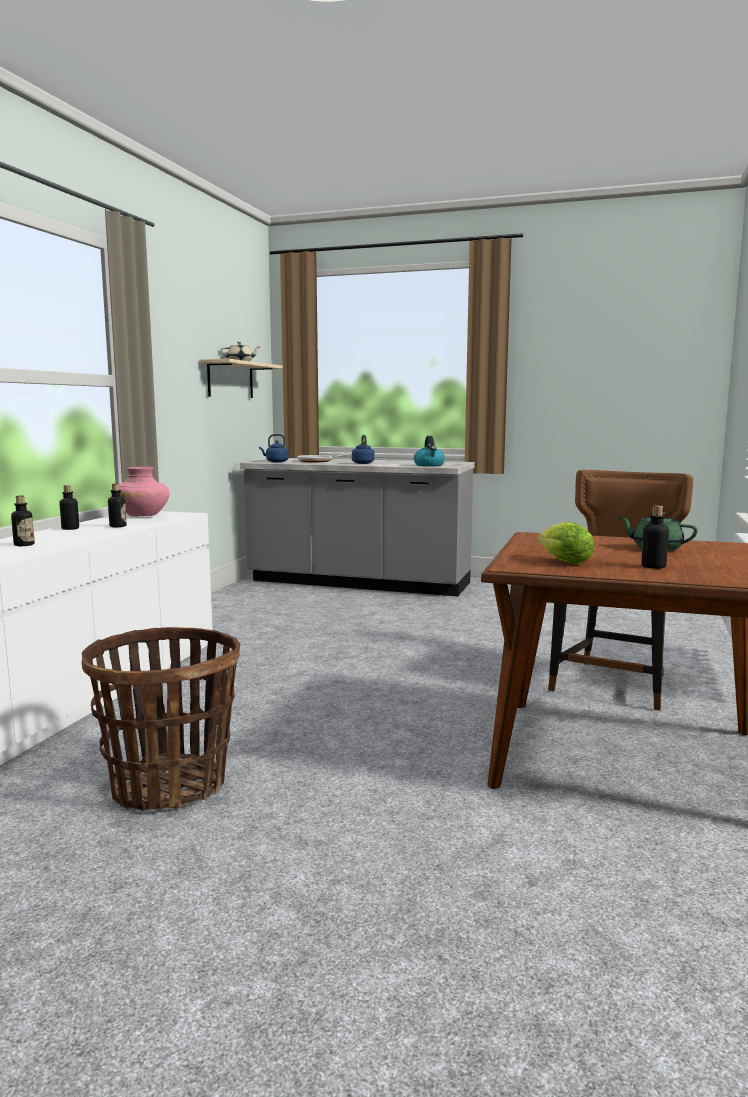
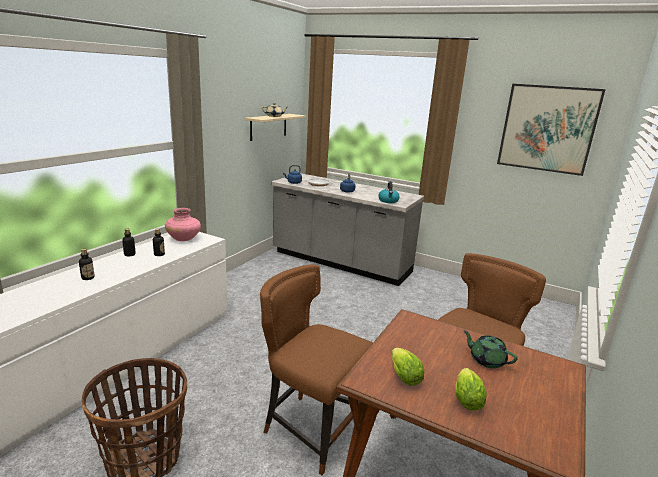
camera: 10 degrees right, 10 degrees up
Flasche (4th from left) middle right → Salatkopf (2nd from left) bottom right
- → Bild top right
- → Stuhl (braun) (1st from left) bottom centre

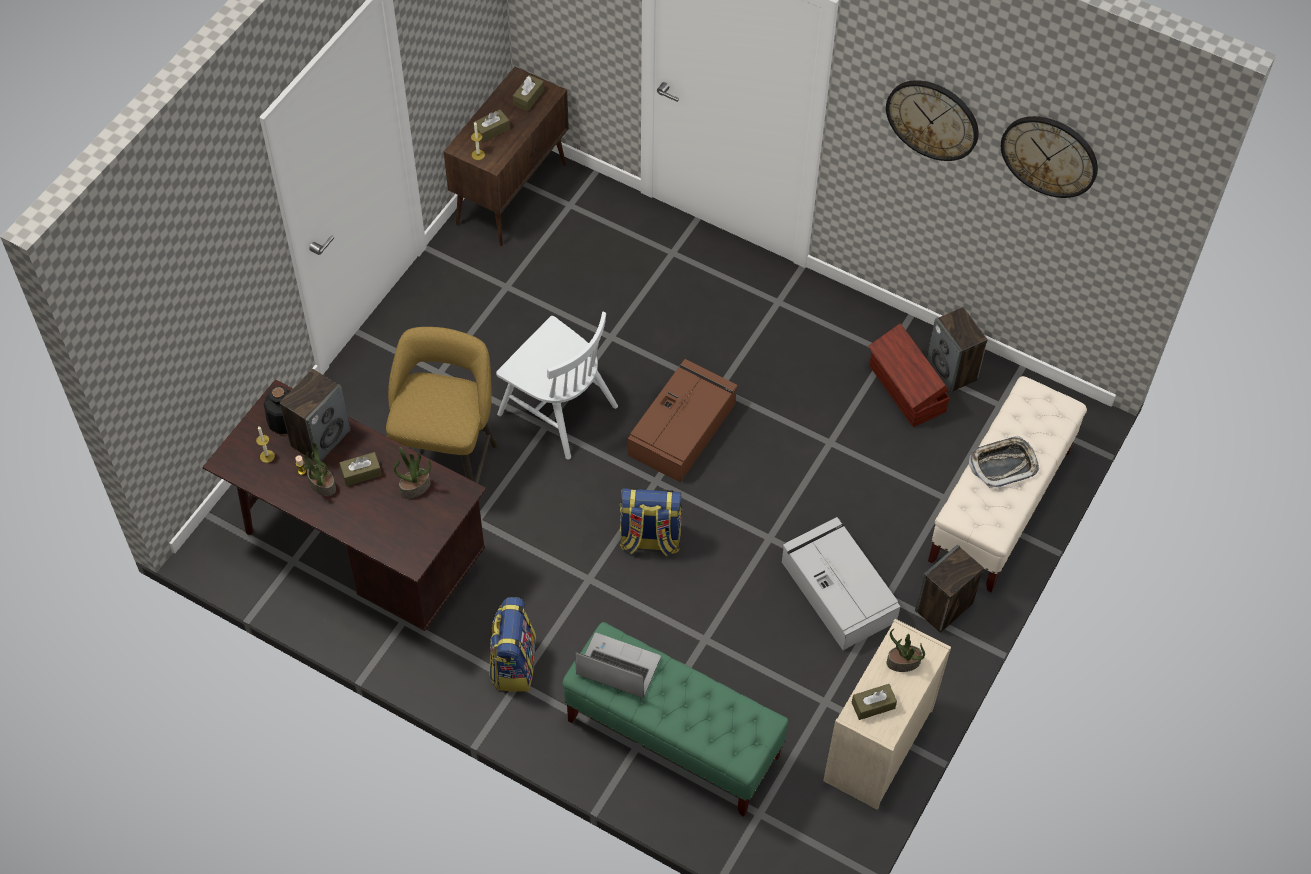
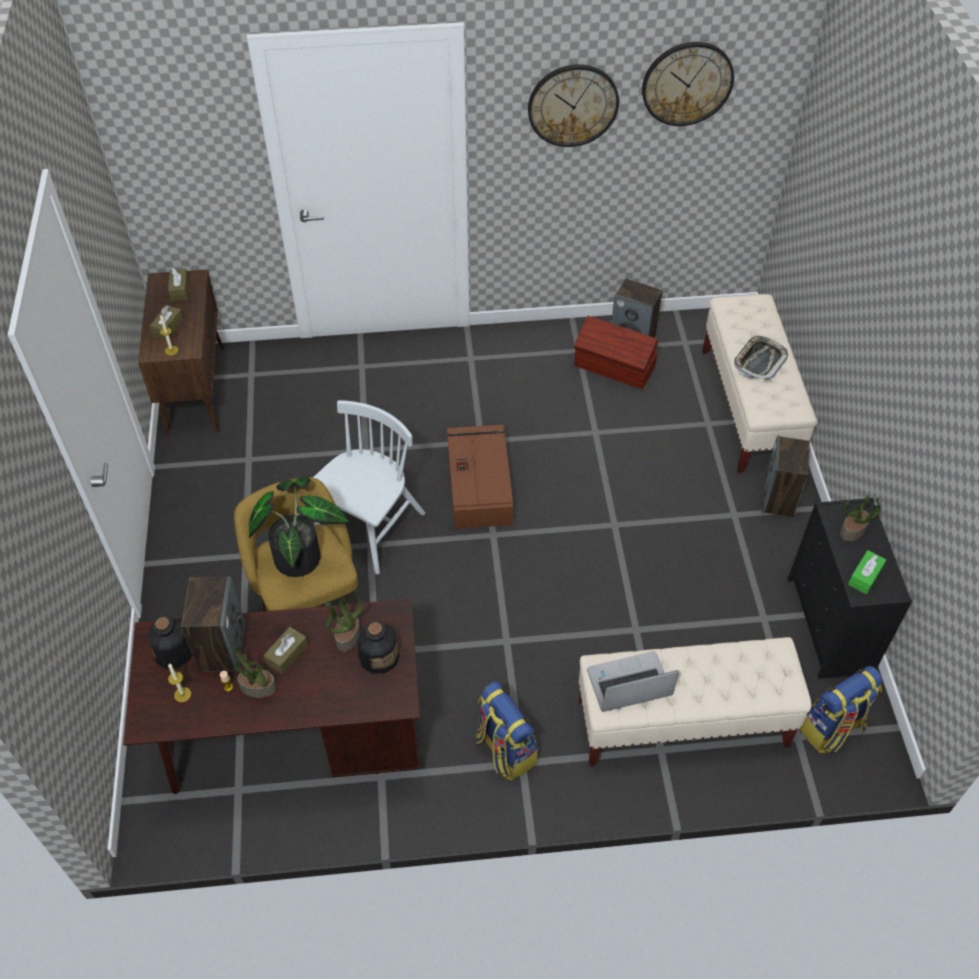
camera: 35 degrees left, 5 degrees down
Stuhl (weiß) centre, 60 degrees counterclockwise
Rucksack (2nd from left) centre → Rucksack (2nd from left) bottom right, move
Aufbewahrungsbox (grau) bottom centre → -
Kommode (beige) bottom right → Kommode (schwarz) middle right
Bank (grün) bottom centre → Bank (beige) (1st from left) bottom right
Taschentuchbox (braun) (4th from left) bottom right → Taschentuchbox (grün) middle right
- → Topfpflanze (2nd from left) middle left
- → Flasche (2nd from left) centre

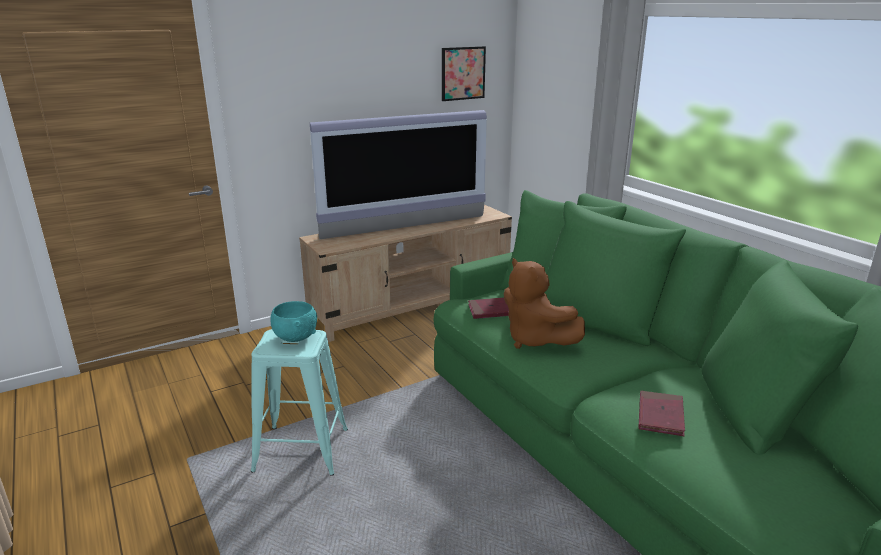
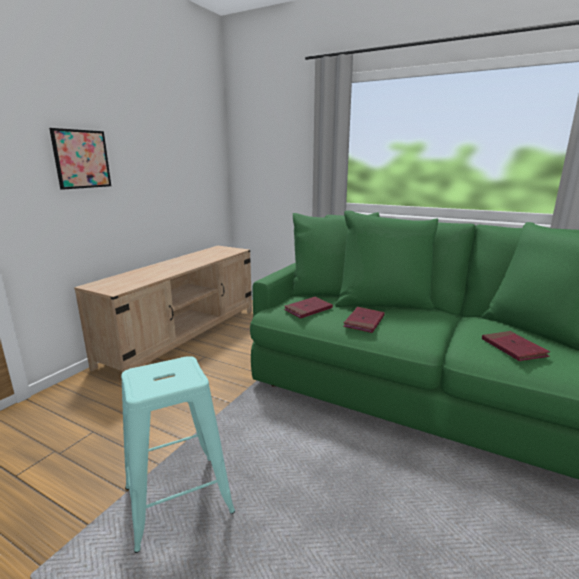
camera: 30 degrees left, 5 degrees down
Bild top centre → Bild top left, move
Fernseher top centre → -
Plüschtier (braun) centre → Buch (rot) (2nd from left) centre
Schüssel (türkis) middle left → -

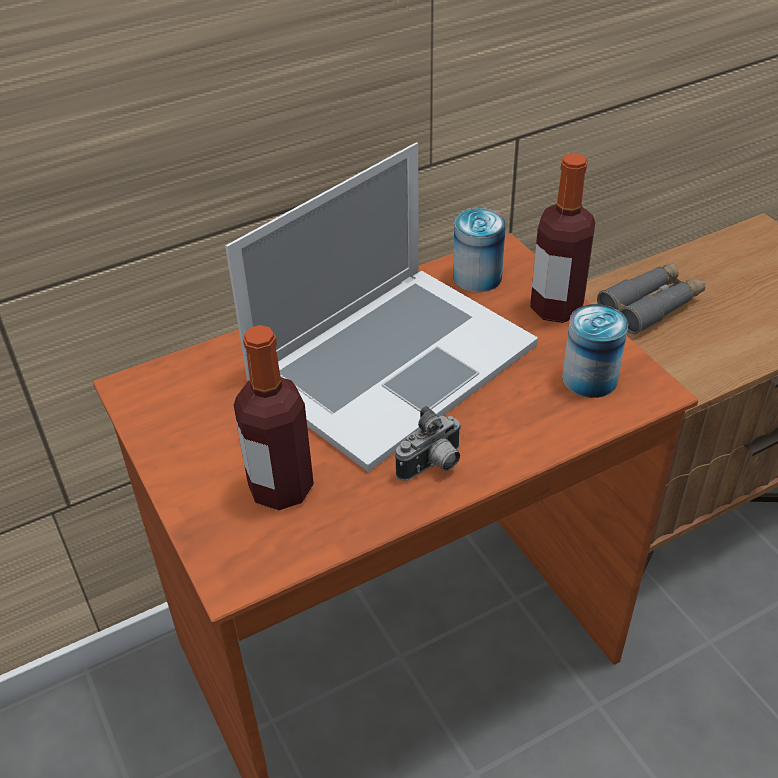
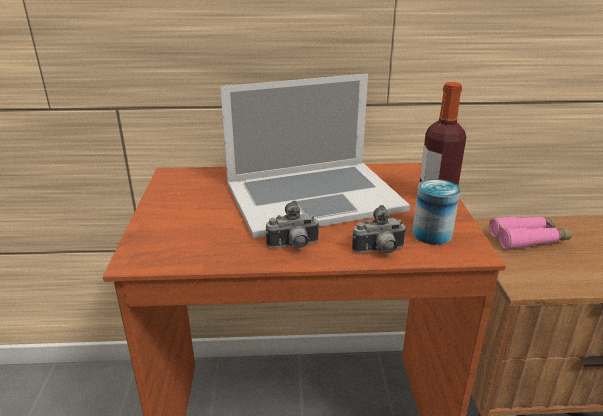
camera: 25 degrees right, 15 degrees down
Dose (1st from left) top centre → -
Fernglas (grau) middle right → Fernglas (rosa) middle right
Flasche (1st from left) centre → -
- → Kamera (2nd from left) centre

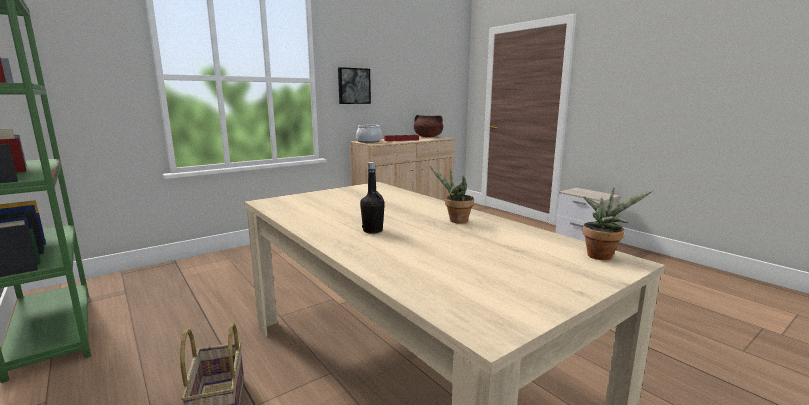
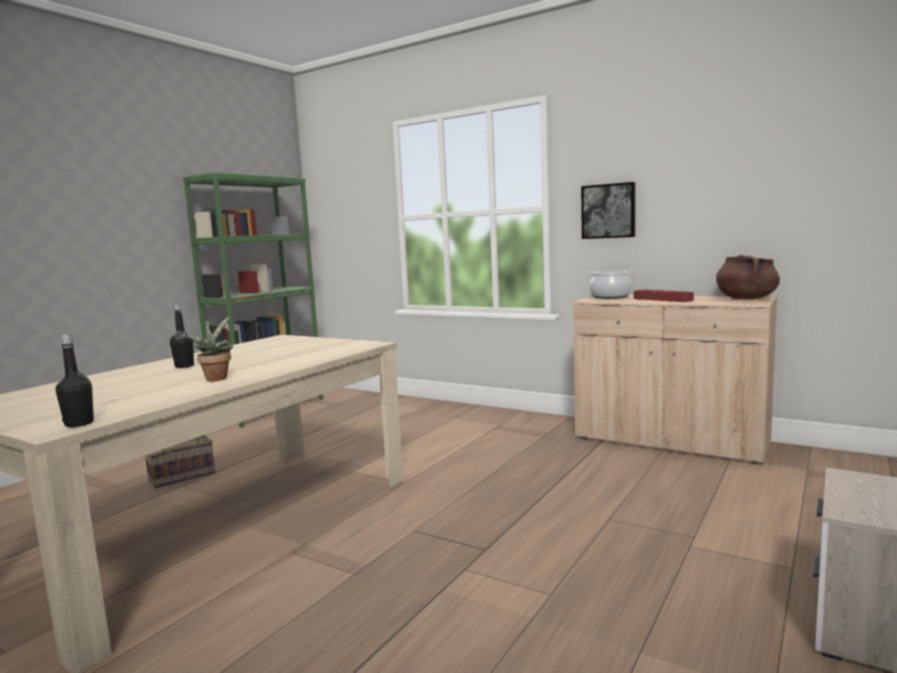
camera: 70 degrees right, 5 degrees down
Topfpflanze (2nd from left) middle right → Flasche (schwarz) (1st from left) middle left

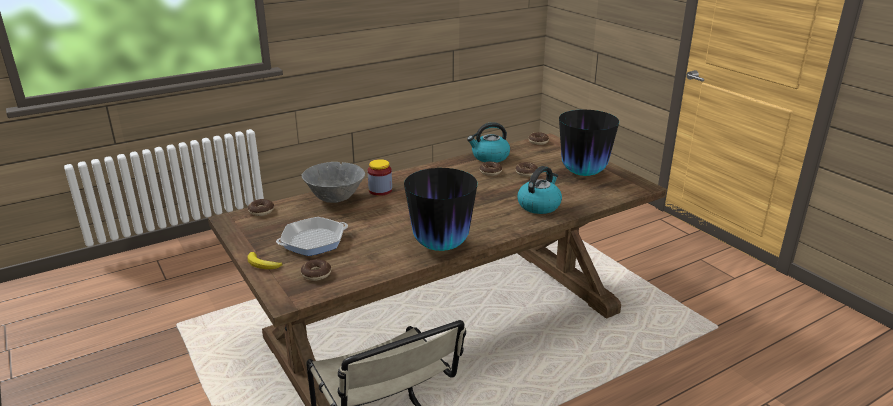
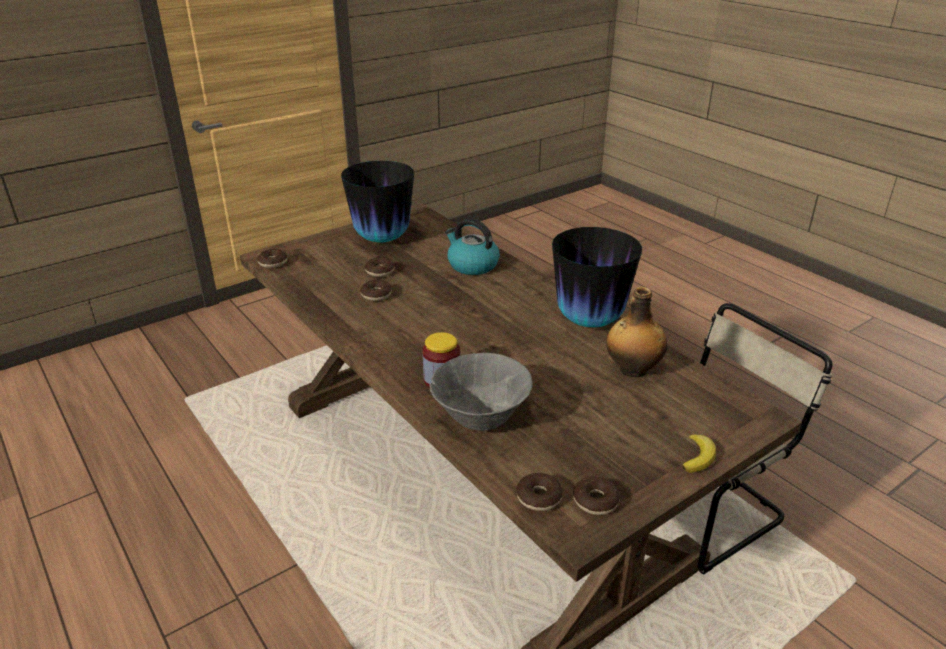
camera: 95 degrees left, 5 degrees up
Wasserkessel (1st from left) centre → -
Pfanne centre → -
Donut (2nd from left in the first image) centre → Donut (5th from left) bottom centre, move
- → Flasche middle right

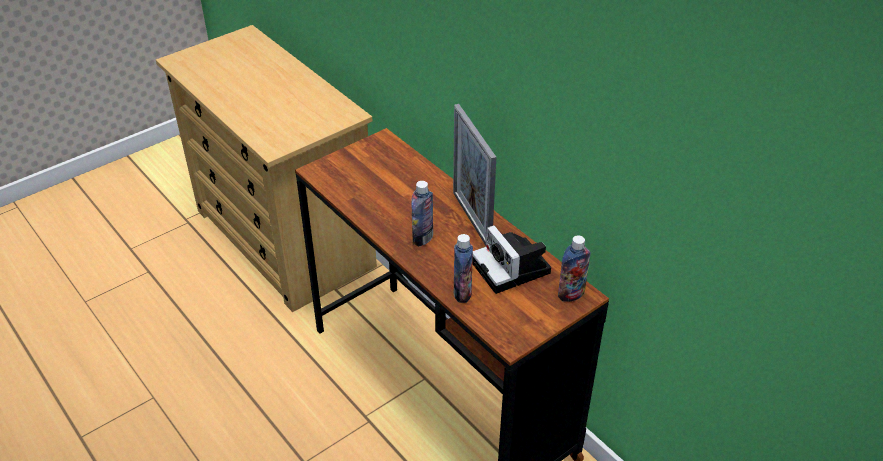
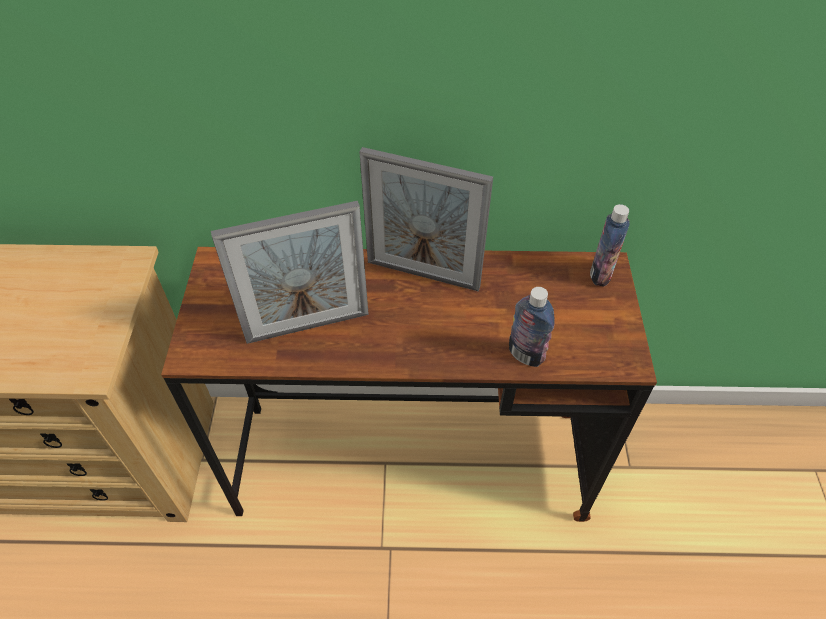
camera: 50 degrees left, 10 degrees up
Flasche (1st from left) centre → -
Kamera centre → -
- → Bilderrahmen (1st from left) centre

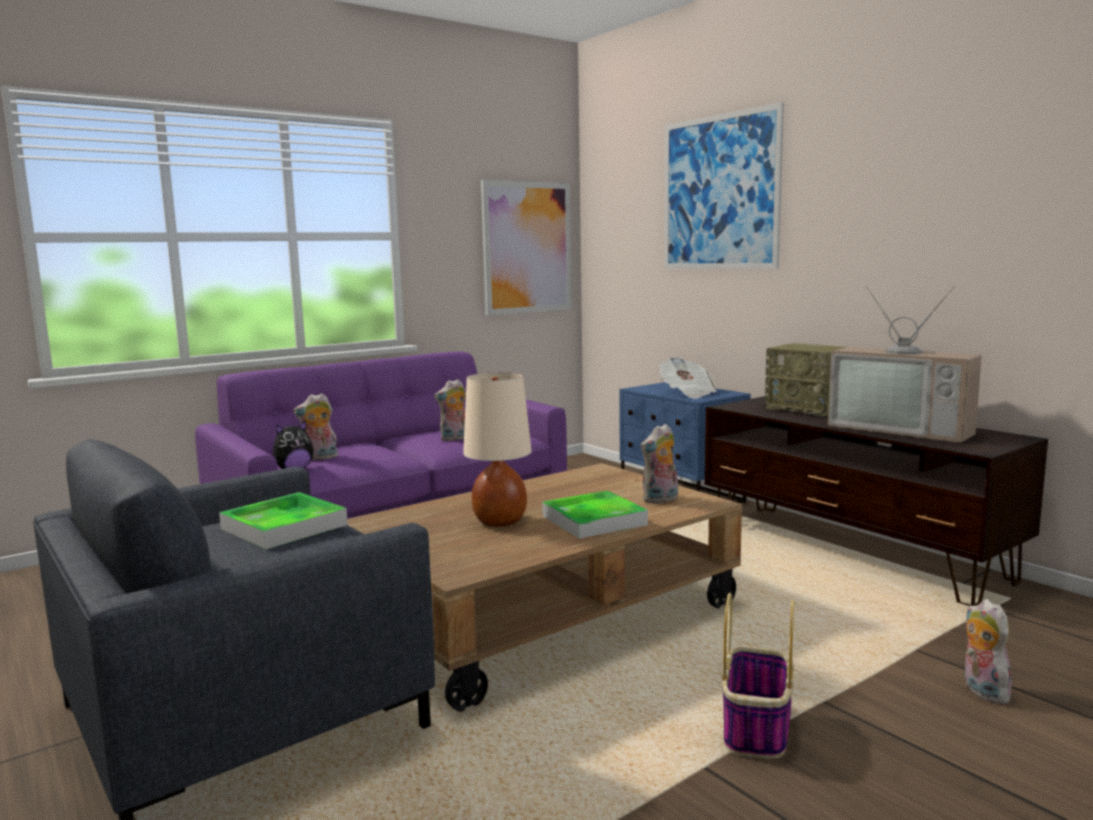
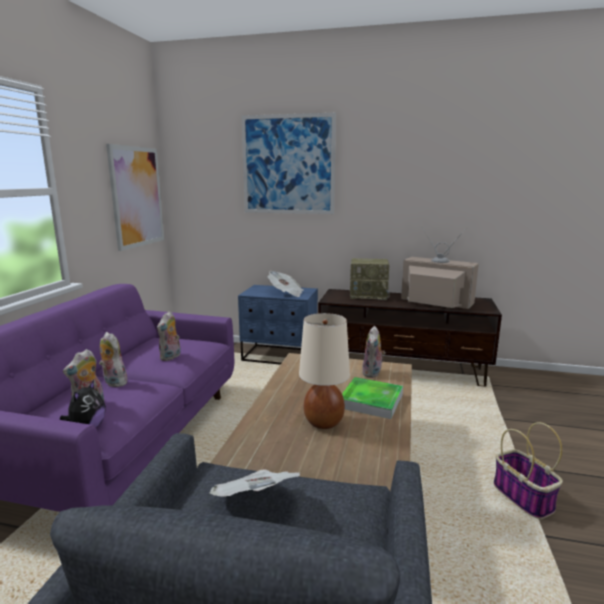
camera: 40 degrees left, 5 degrees up
Fernseher middle right, 150 degrees counterclockwise
Tablett (1st from left) middle left → Zeitung (1st from left) bottom centre
Plüschtier (5th from left in the first image) bottom right → Plüschtier (3rd from left) middle left, move

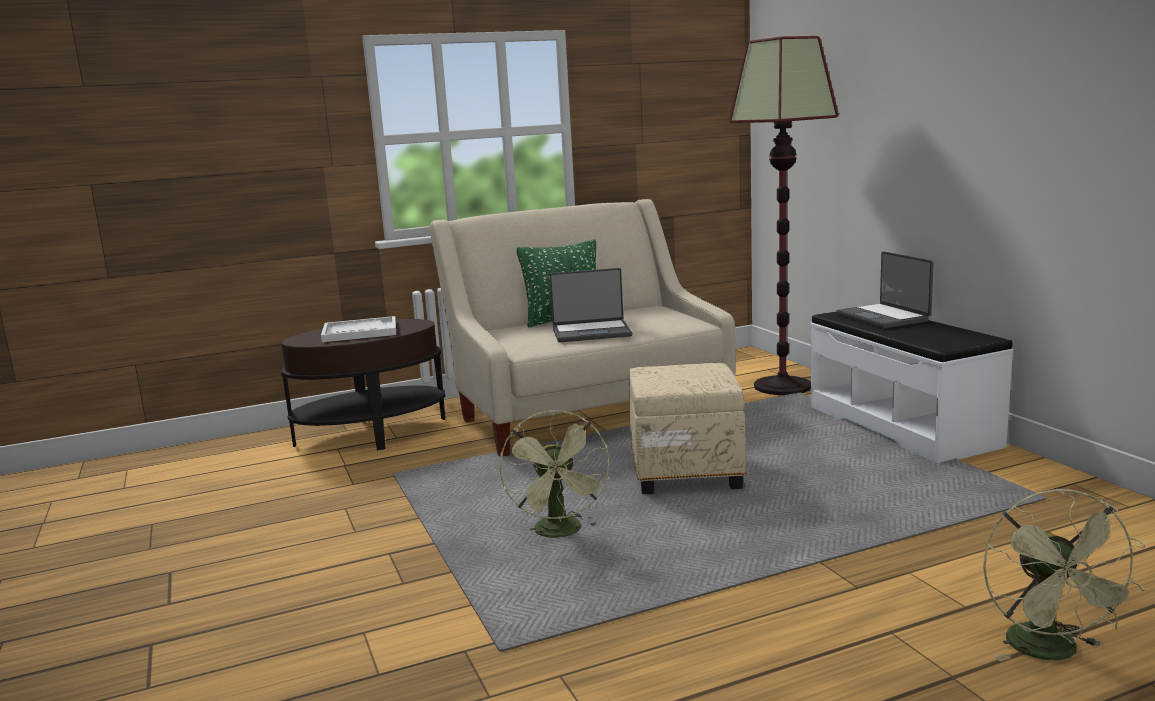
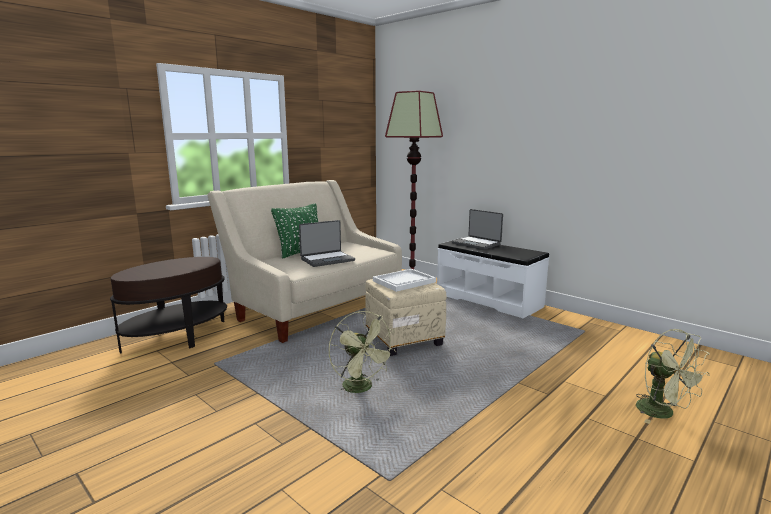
camera: 25 degrees left, 0 degrees up
Tablett (weiß) middle left → Tablett (weiß) centre, move

